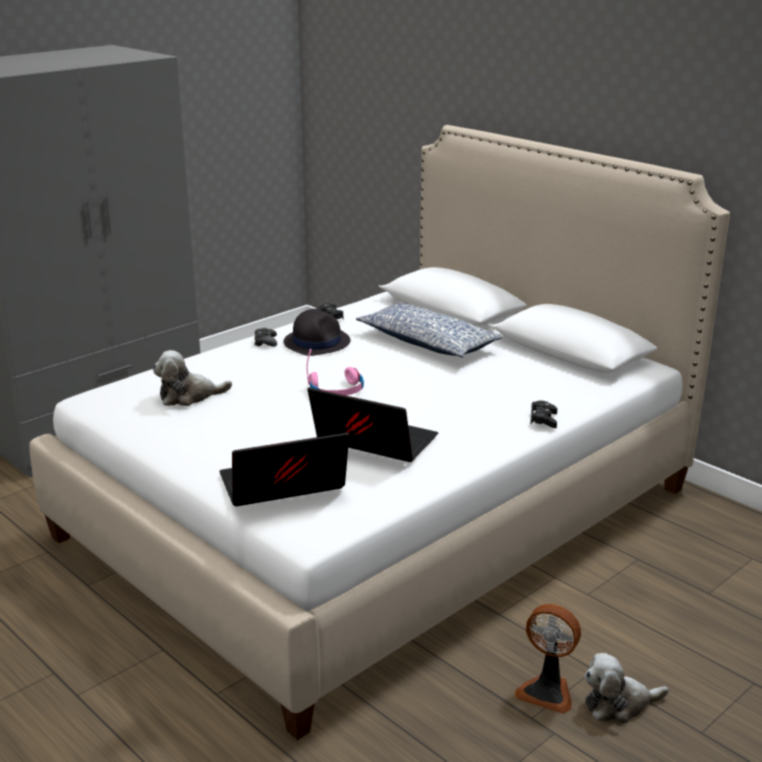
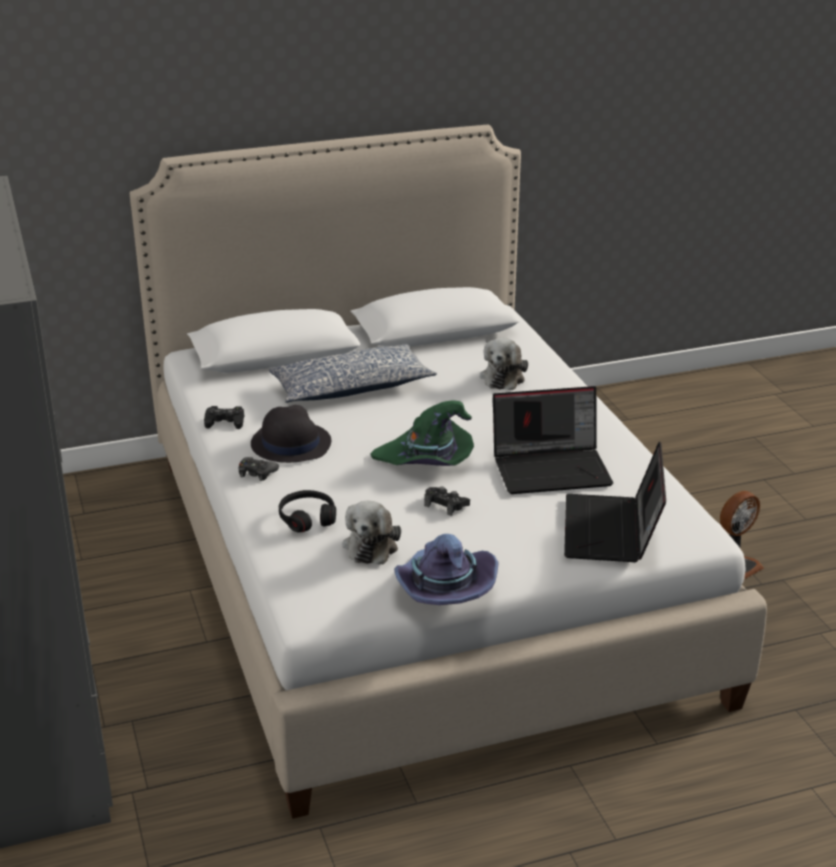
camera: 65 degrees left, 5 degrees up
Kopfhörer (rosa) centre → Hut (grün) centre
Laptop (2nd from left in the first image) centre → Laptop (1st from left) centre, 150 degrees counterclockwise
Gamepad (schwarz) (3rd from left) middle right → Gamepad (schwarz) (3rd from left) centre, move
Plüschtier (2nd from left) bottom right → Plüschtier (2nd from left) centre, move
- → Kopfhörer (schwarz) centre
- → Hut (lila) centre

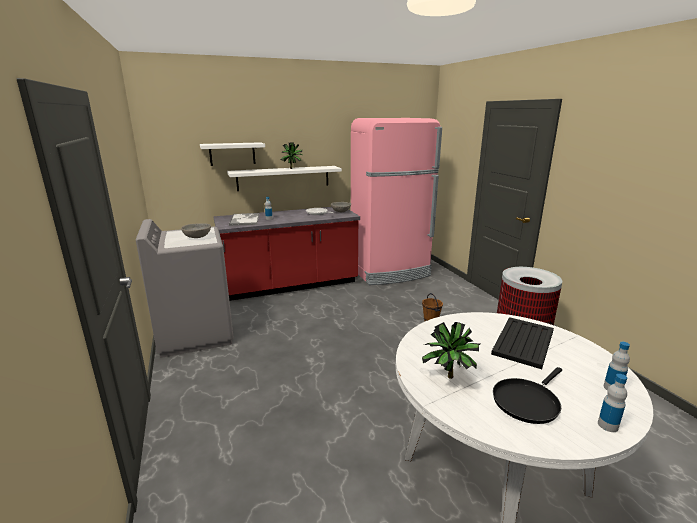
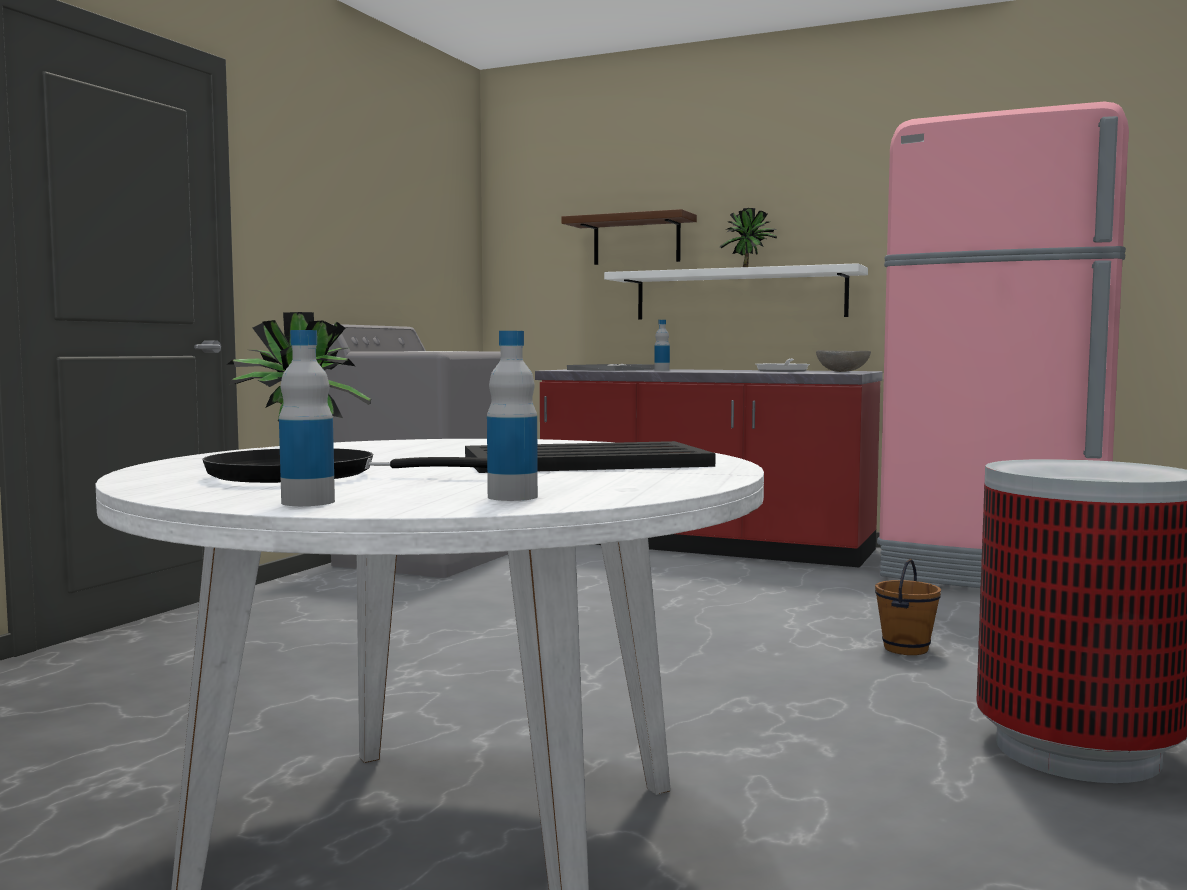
camera: 45 degrees right, 15 degrees down
Wandregal (weiß) (1st from left) top left → Wandregal (braun) top centre
Schüssel (grau) (1st from left) middle left → -

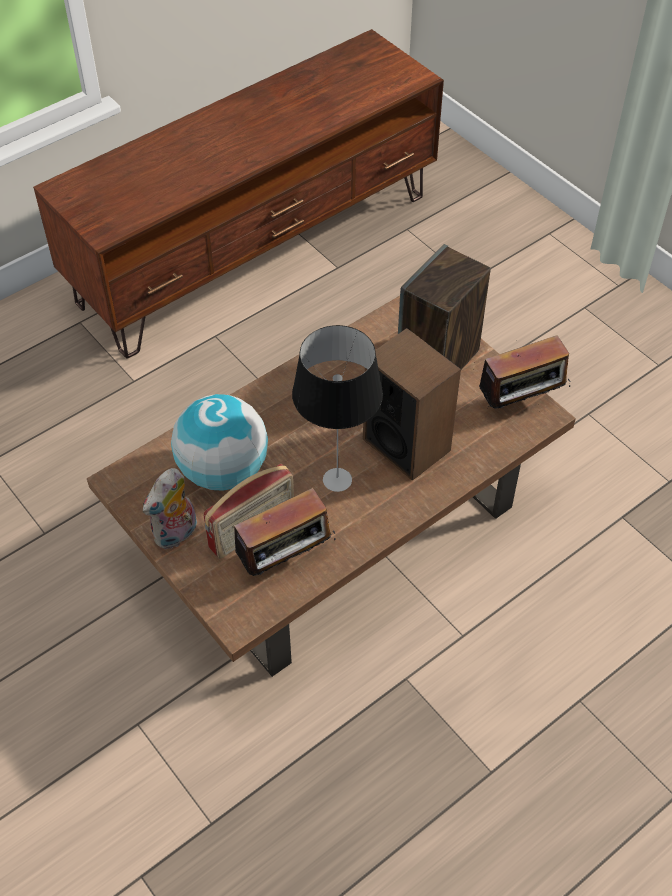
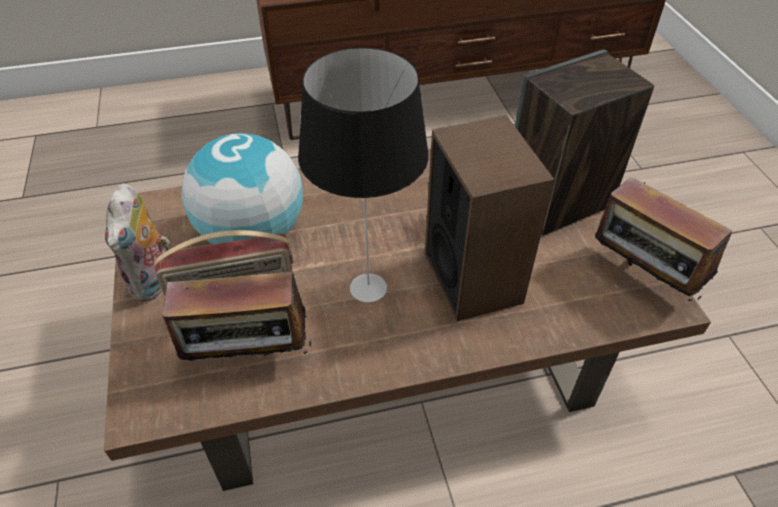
camera: 25 degrees right, 5 degrees down
Radio (3rd from left) middle right, 45 degrees clockwise
Plüschtier middle left, 60 degrees counterclockwise

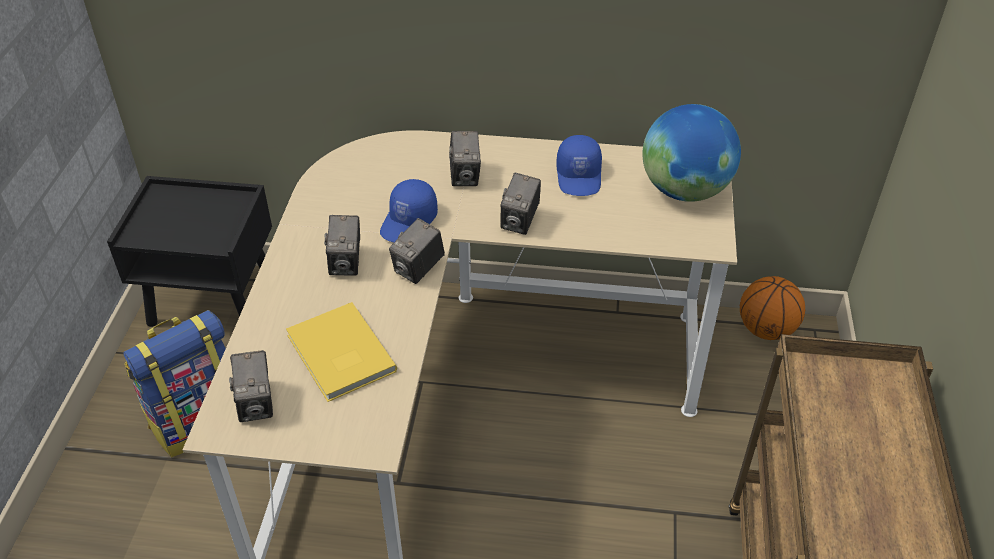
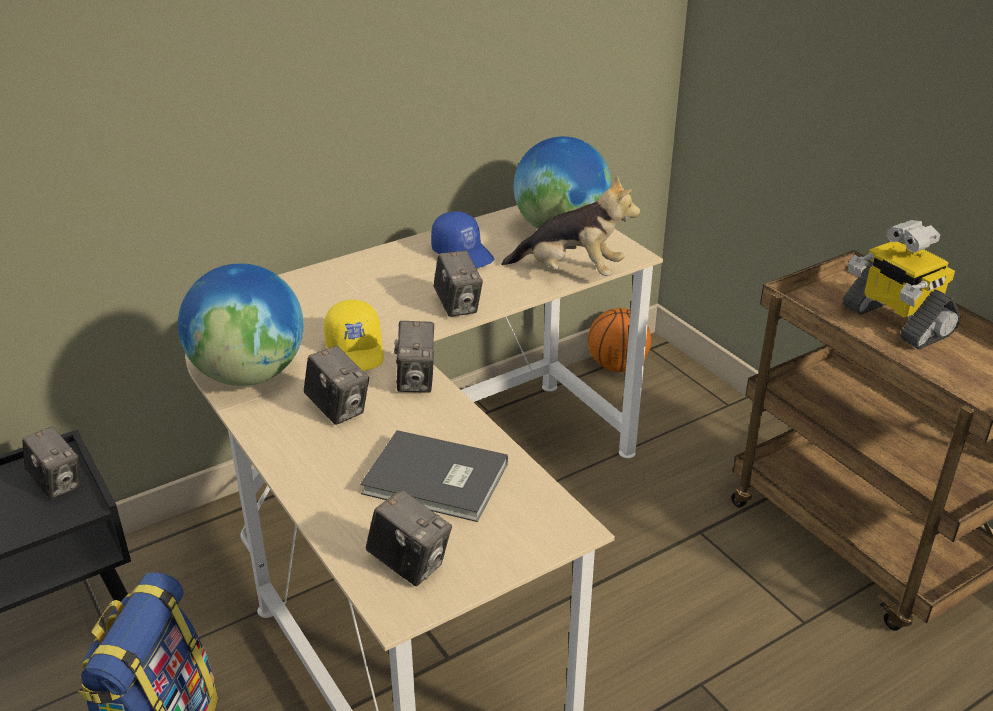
camera: 40 degrees left, 10 degrees down
Kamera (4th from left in the first image) top centre → Kamera (1st from left) middle left, move
Kappe (blau) (1st from left) centre → Kappe (gelb) centre
Buch (gelb) centre → Buch (grau) bottom centre
- → Plüschtier top centre
- → Spielzeugroboter middle right
- → Globus (1st from left) middle left

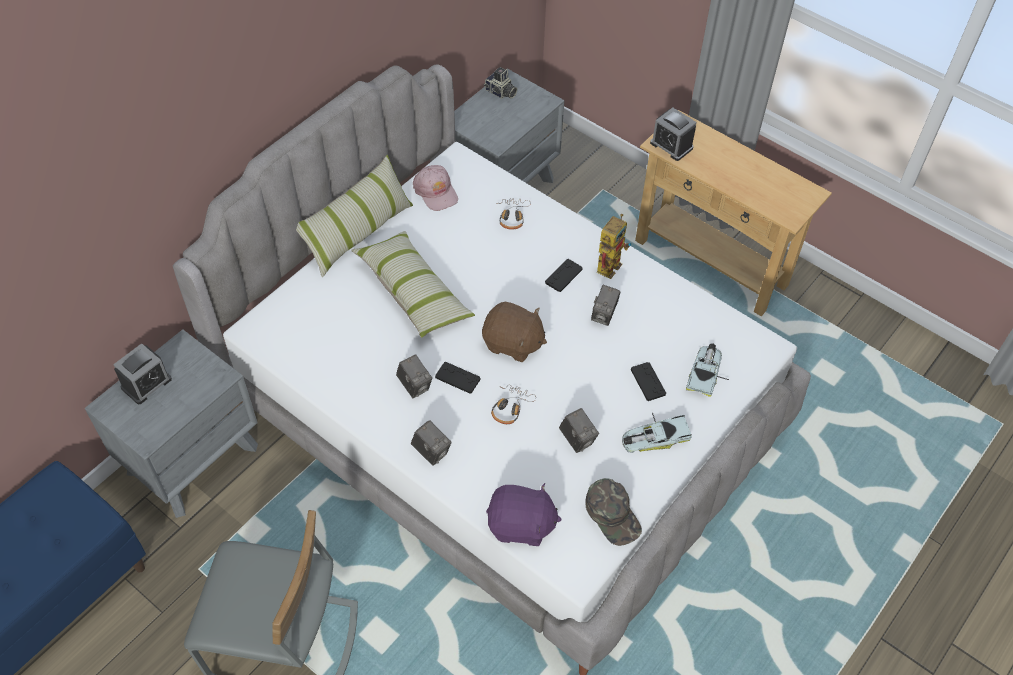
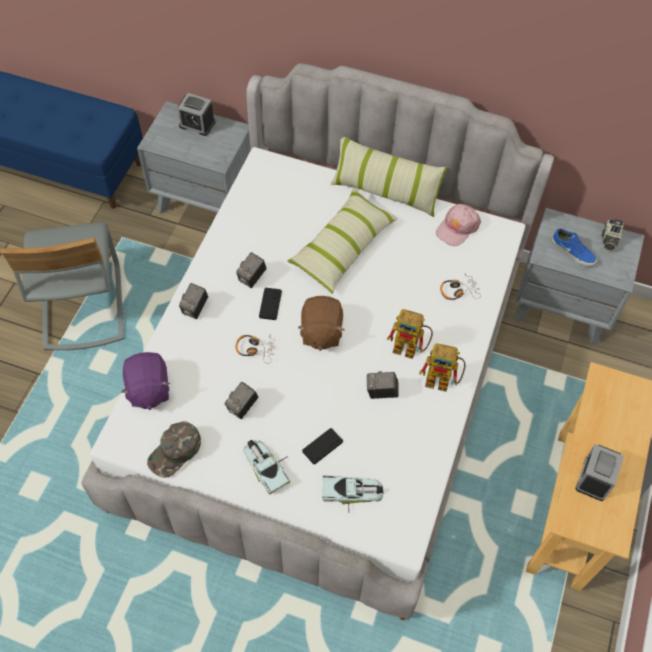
camera: 70 degrees right, 5 degrees up
Wecker (2nd from left) top centre → Wecker (2nd from left) bottom right, move
Gamepad (schwarz) (2nd from left) centre → Spielzeugroboter (1st from left) centre
- → Schuh (blau) middle right

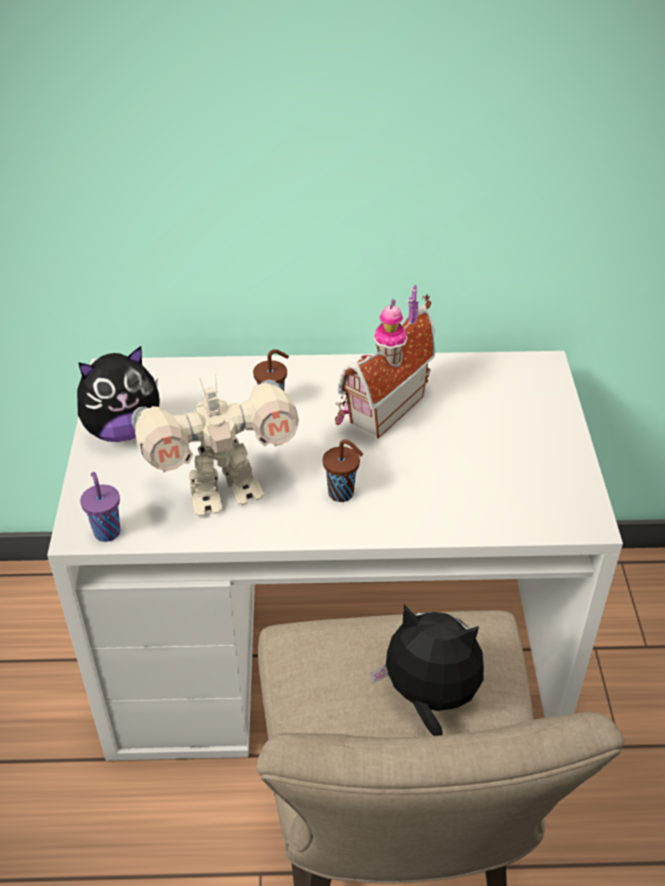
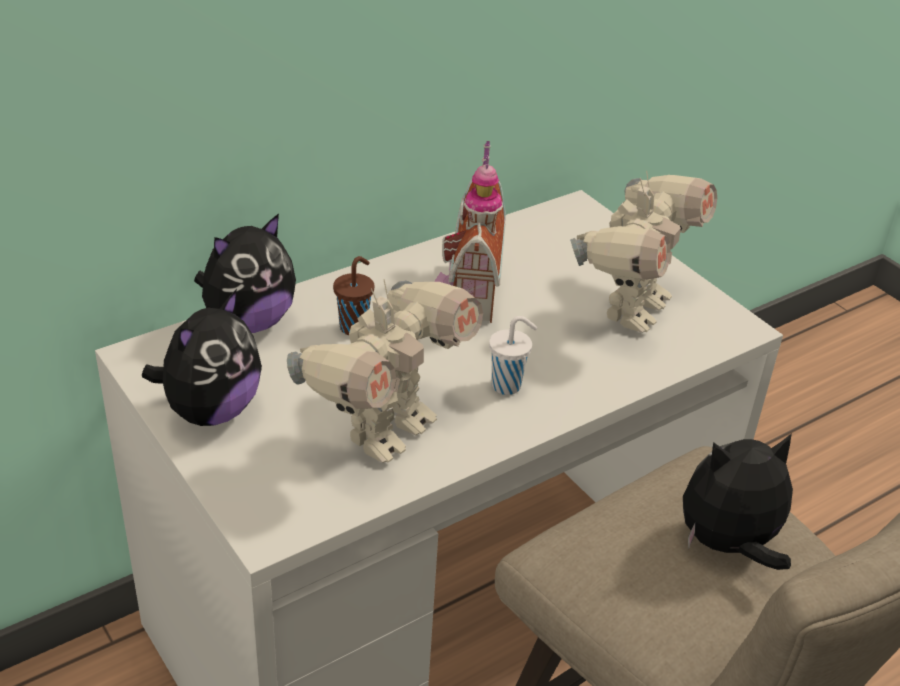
camera: 35 degrees left, 5 degrees down
Tasse (braun) (2nd from left) centre → Tasse (weiß) centre
Tasse (lila) middle left → -
- → Spielzeugroboter (2nd from left) middle right
- → Plüschtier (2nd from left) middle left

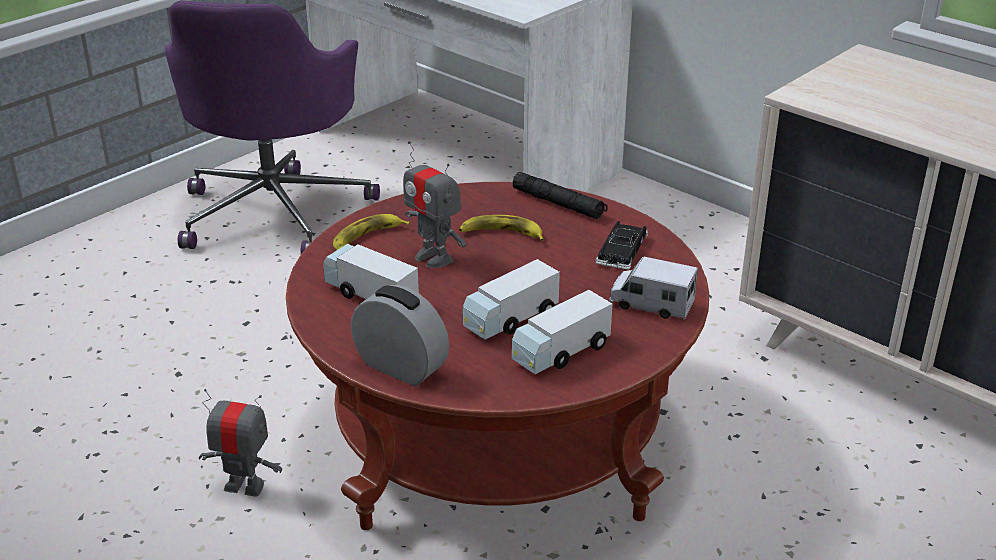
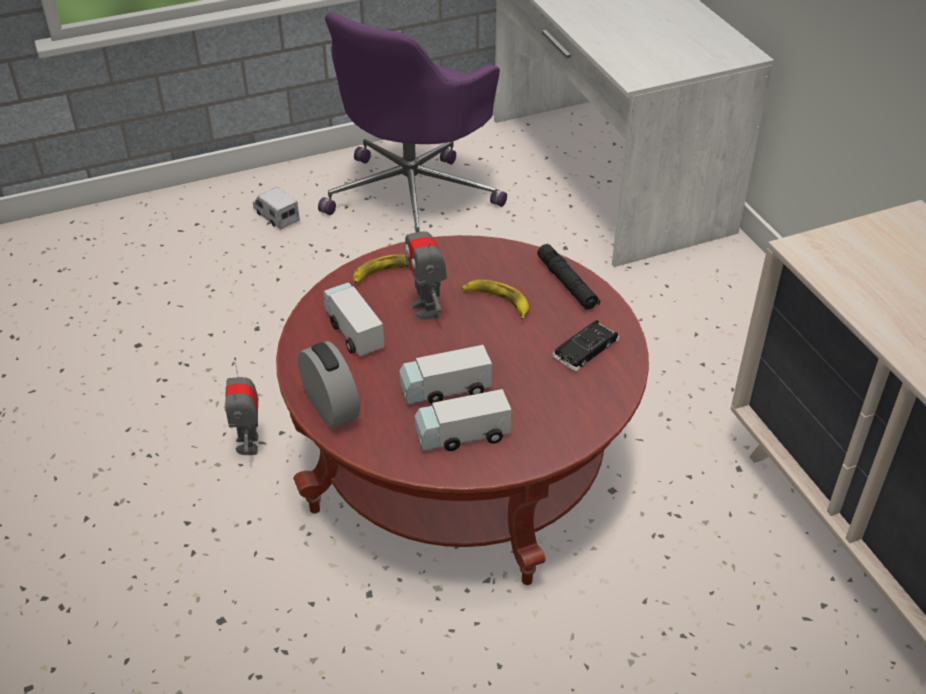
camera: 25 degrees right, 10 degrees up
Spielzeuglaster (4th from left in the first image) centre → Spielzeuglaster (1st from left) top left, move
Spielzeugroboter (1st from left) bottom left → Spielzeugroboter (1st from left) middle left, 135 degrees counterclockwise

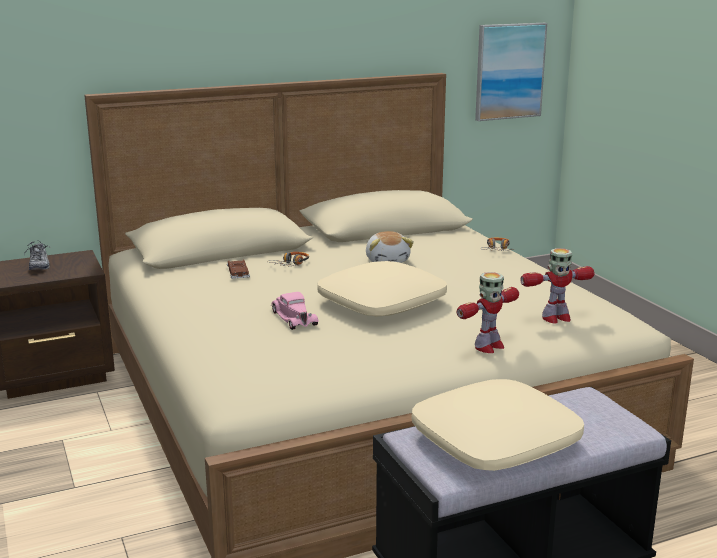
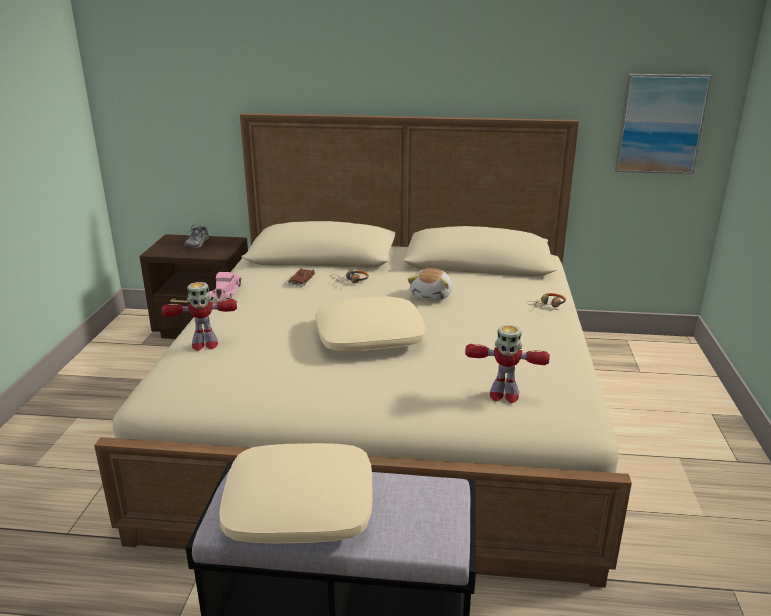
camera: 30 degrees right, 5 degrees up
Spielzeugroboter (1st from left) middle right → Spielzeugroboter (1st from left) middle left, move
Spielzeugauto (rosa) centre → Spielzeugauto (rosa) middle left, move

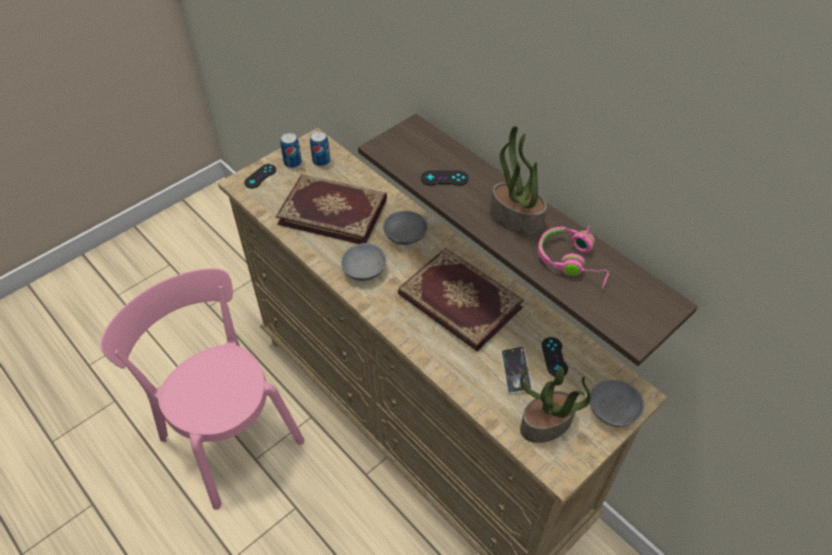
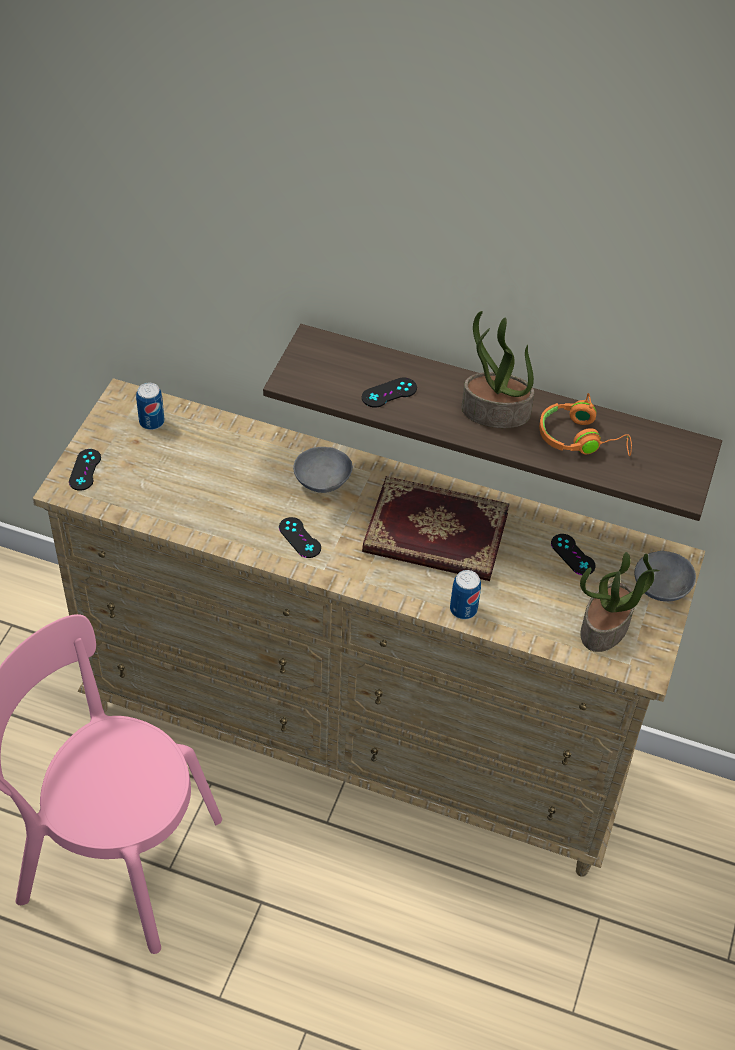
camera: 30 degrees left, 0 degrees up
Dose (1st from left in the first image) top centre → Dose (2nd from left) centre, move
Buch (1st from left) centre → -
Kopfhörer (rosa) middle right → Kopfhörer (orange) middle right
Schüssel (grau) (1st from left) centre → Gamepad (schwarz) (2nd from left) centre
Handy bottom centre → -

